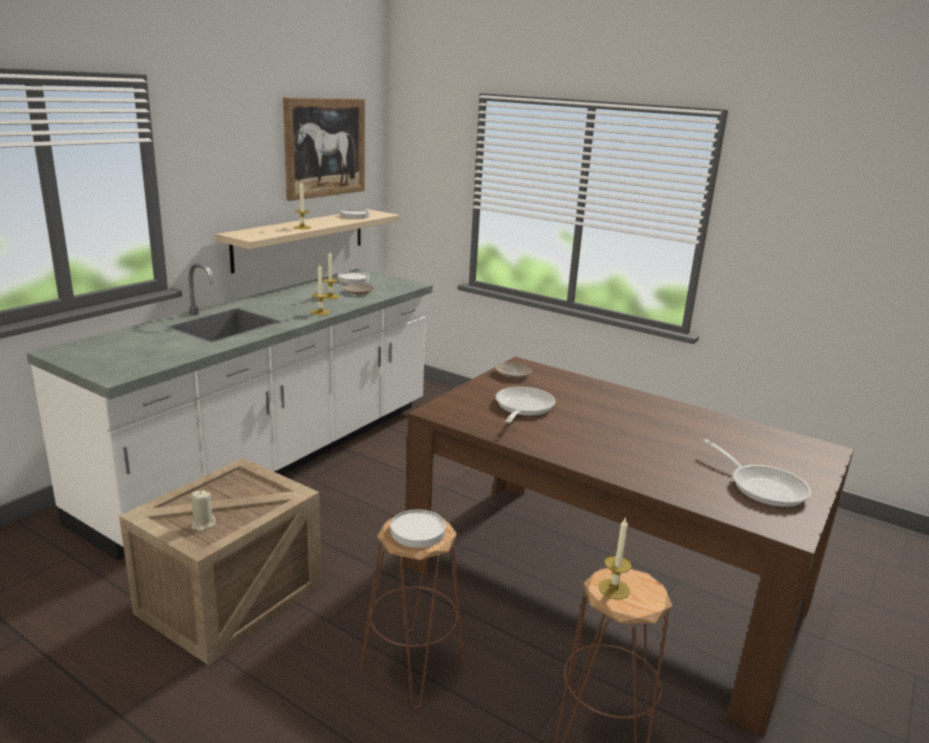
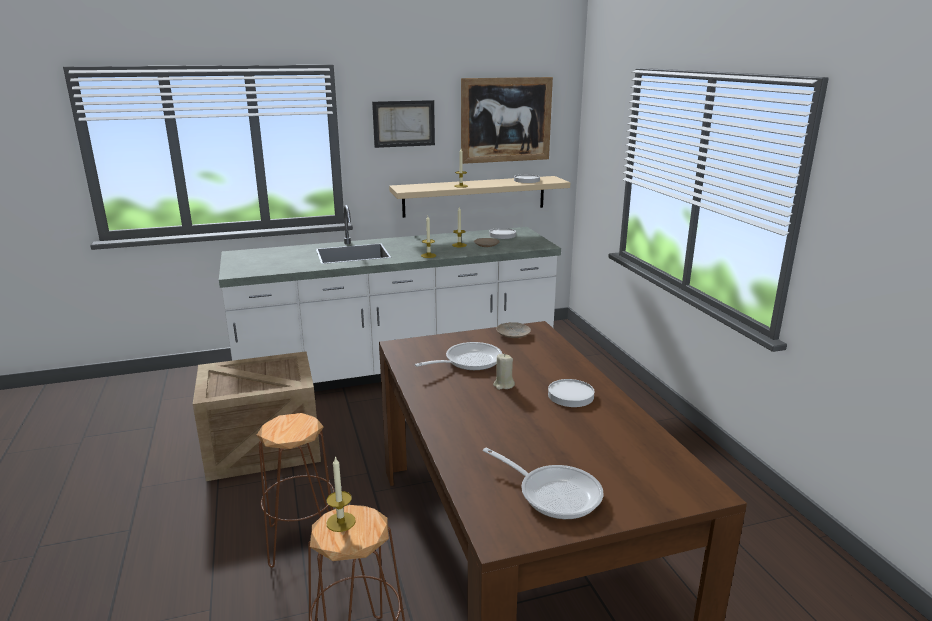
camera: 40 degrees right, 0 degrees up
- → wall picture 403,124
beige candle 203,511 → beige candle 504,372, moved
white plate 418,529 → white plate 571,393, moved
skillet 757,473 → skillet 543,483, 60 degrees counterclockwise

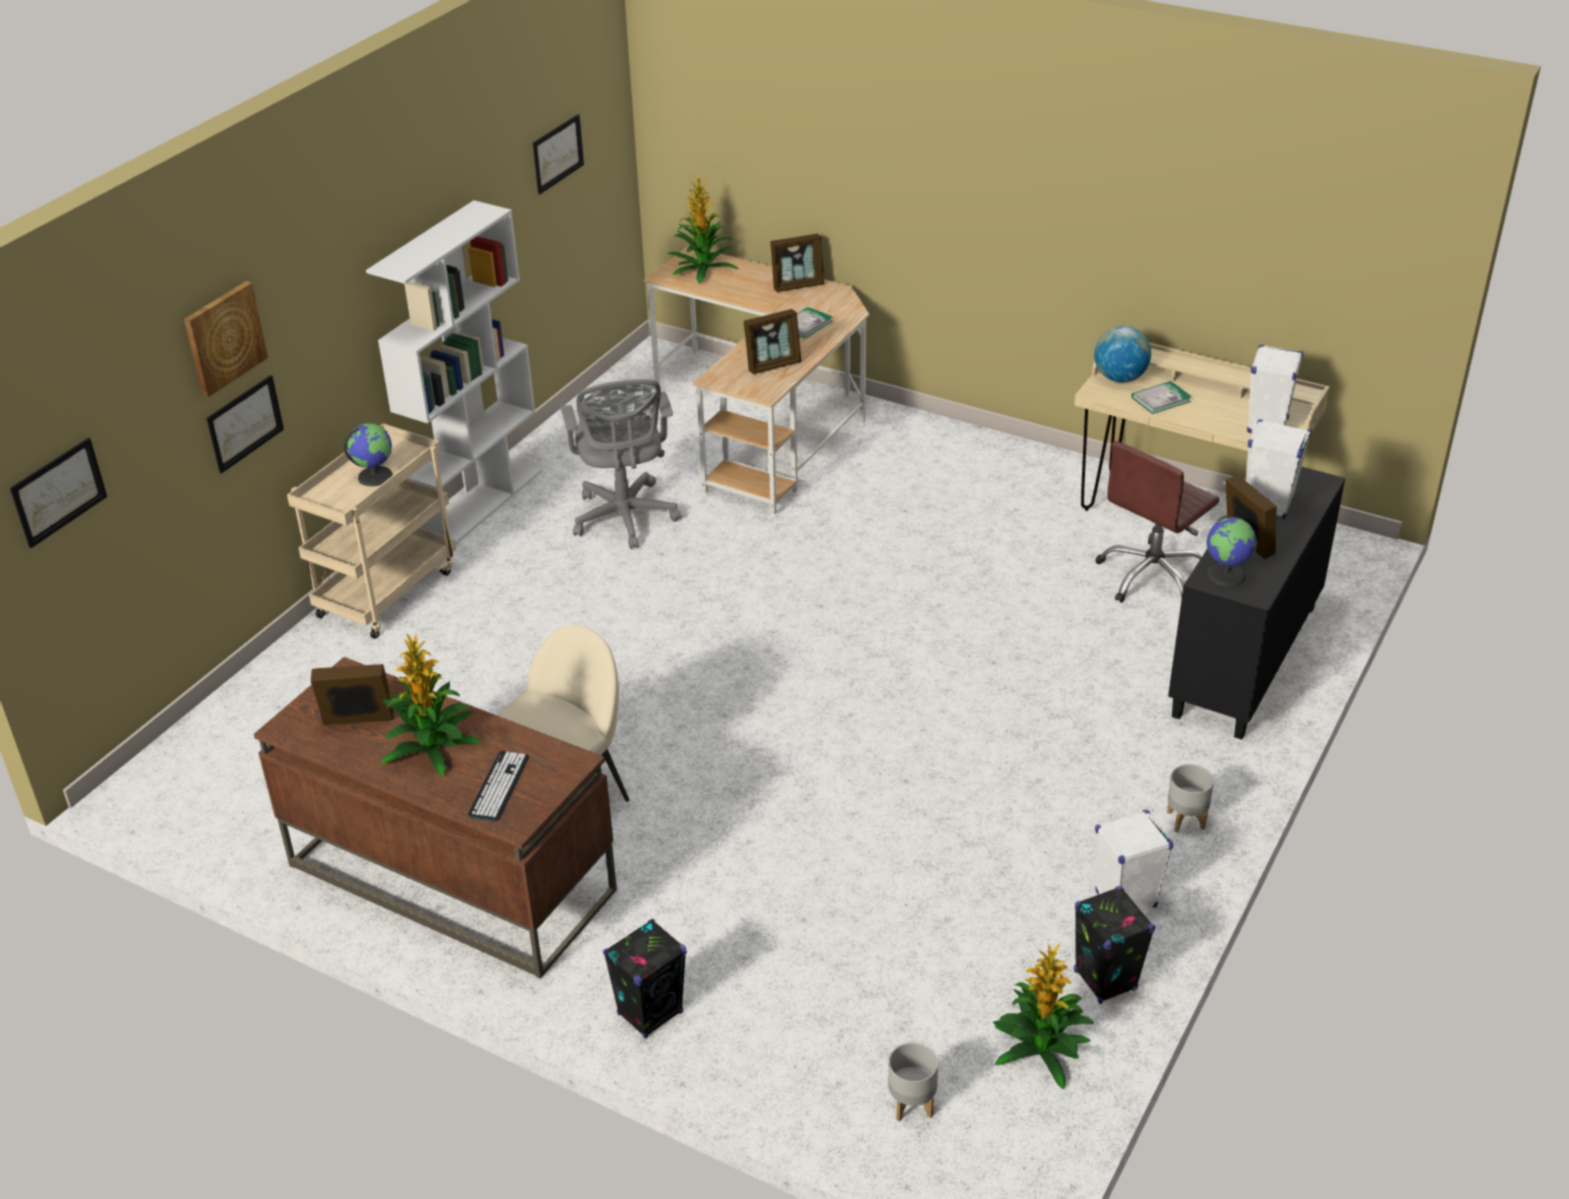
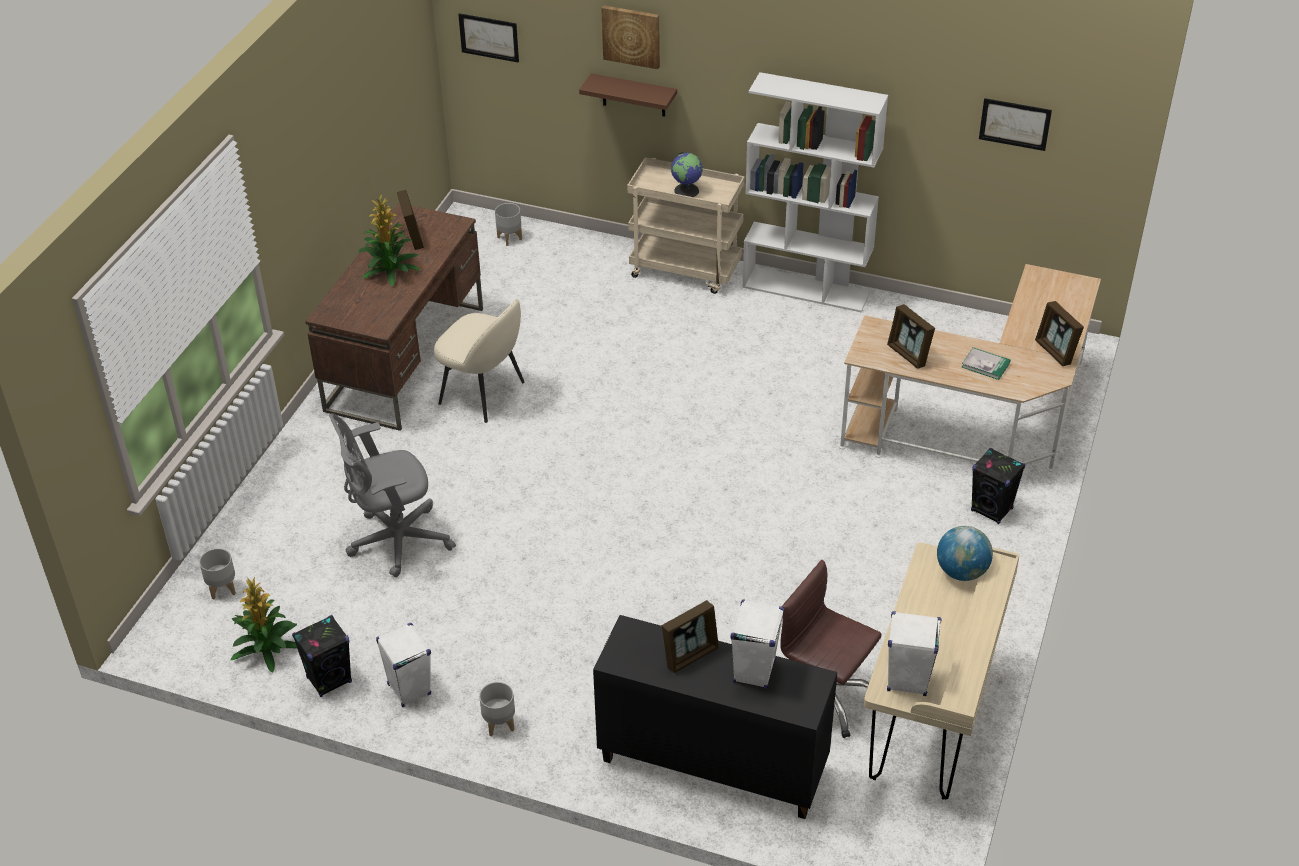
camera: 80 degrees right, 5 degrees up
PC keyboard 498,786 → -
potted plant 703,228 → -
bound book 1161,397 → -
world globe 1231,551 → -
- → greyish planter 508,224
greyish desk chair 621,464 → greyish desk chair 392,495, moved
black speaker 645,979 → black speaker 998,486, moved
wall picture 245,424 → brown-coloured shelf 628,95

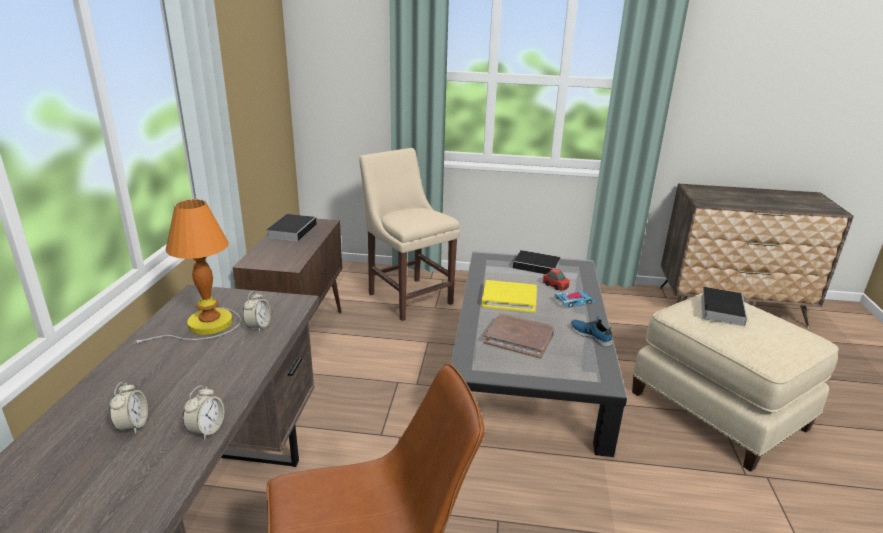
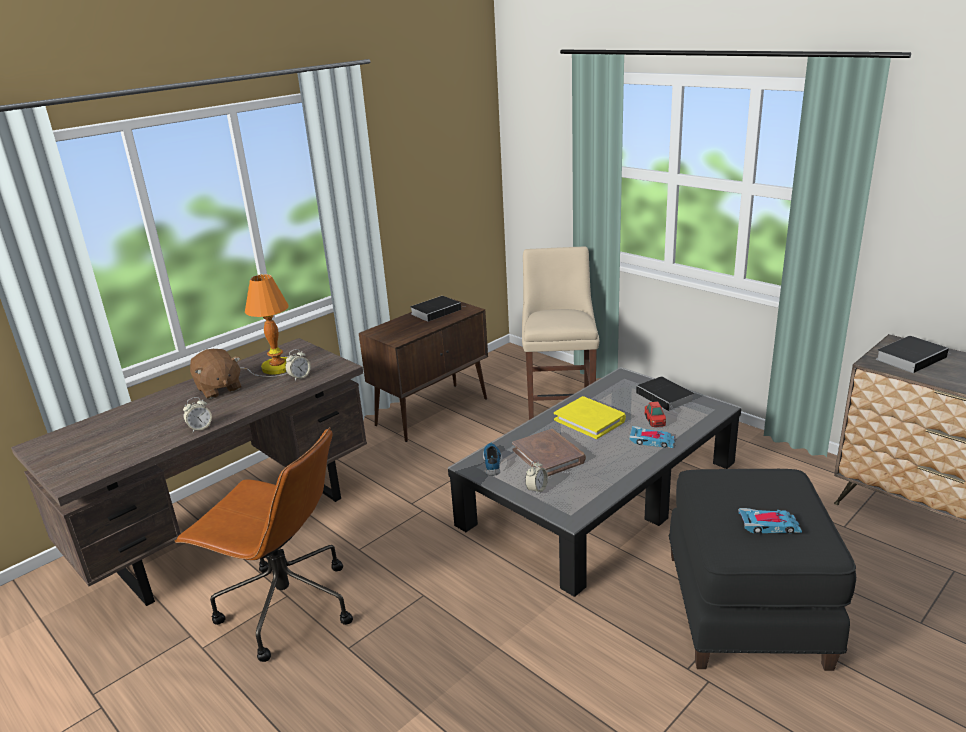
camera: 40 degrees right, 0 degrees up
- → brown-coloured cuddly toy 215,374
- → toy car 770,521
bedside clock 128,408 → bedside clock 536,477, moved
item of footwear 592,331 → item of footwear 492,459, moved
bound book 724,306 → bound book 913,354, moved
beige pouffe 735,382 → black pouffe 762,570

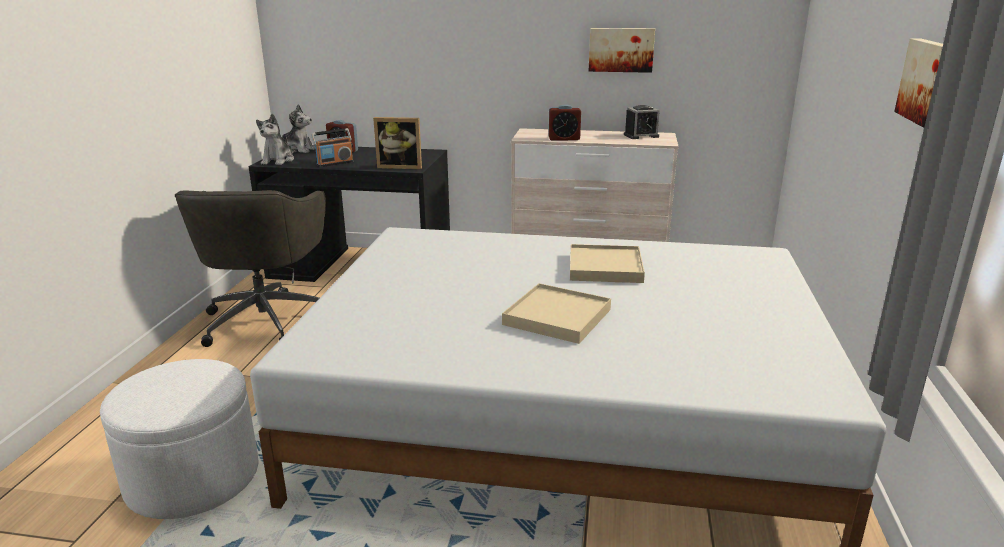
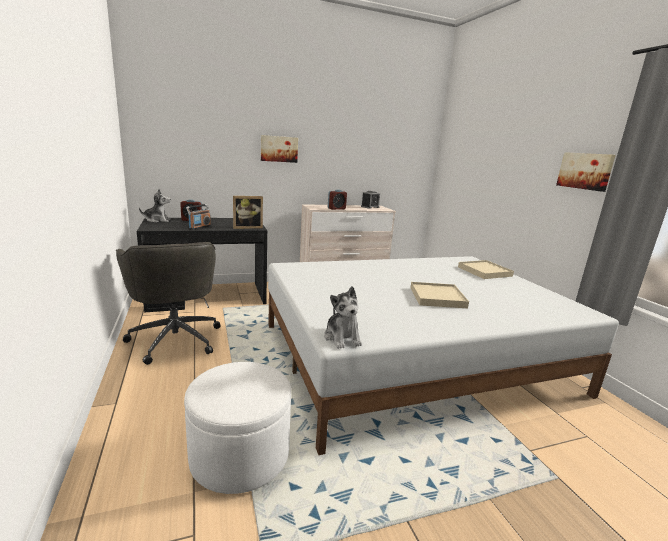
camera: 30 degrees left, 5 degrees down
cuddly toy 275,139 → cuddly toy 343,317, moved
beige carrying tray 607,263 → beige carrying tray 486,269, moved
wall picture 622,50 → wall picture 279,149, moved

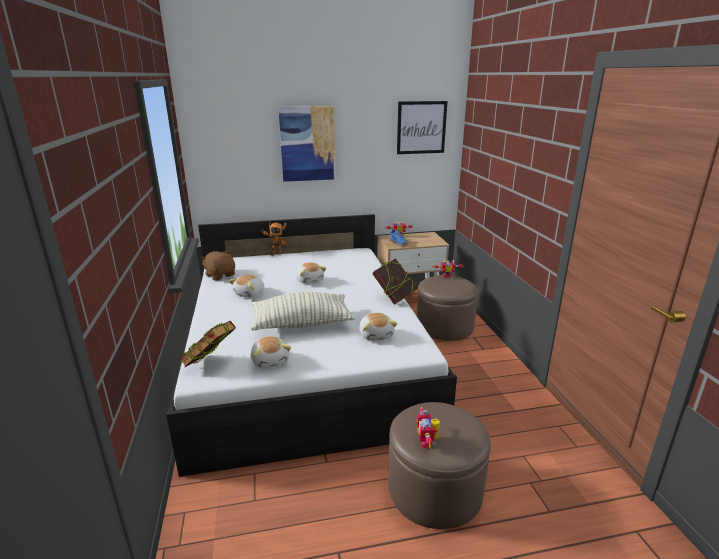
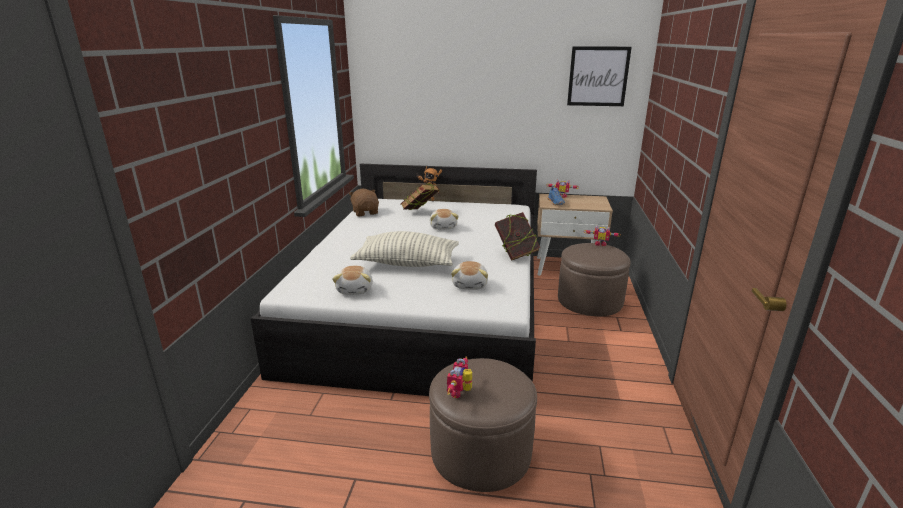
camera: 20 degrees right, 0 degrees up
cuddly toy 246,286 → -
wall picture 306,144 → -
bound book 207,344 → bound book 420,196, moved

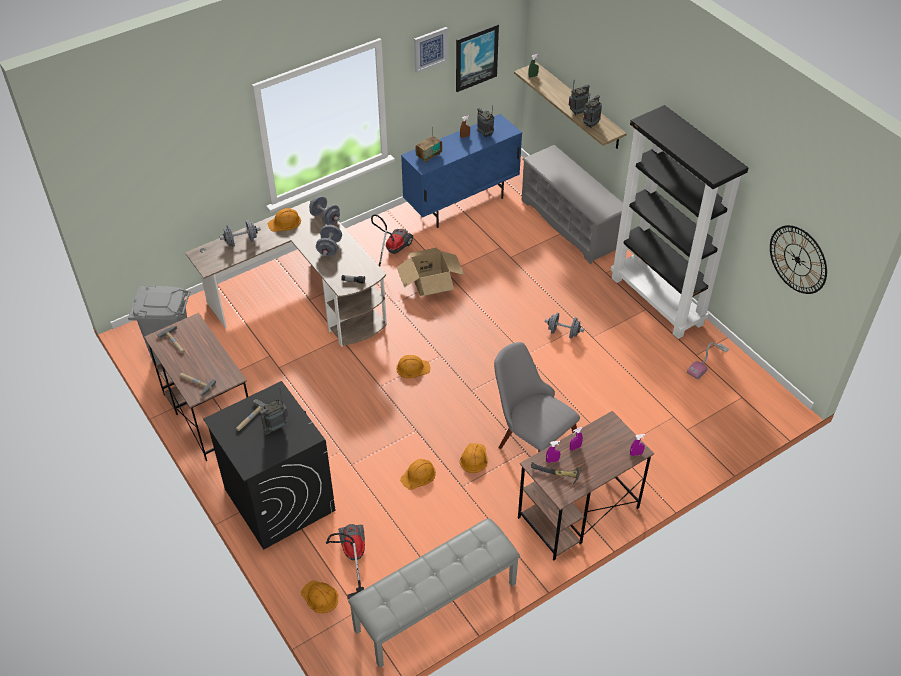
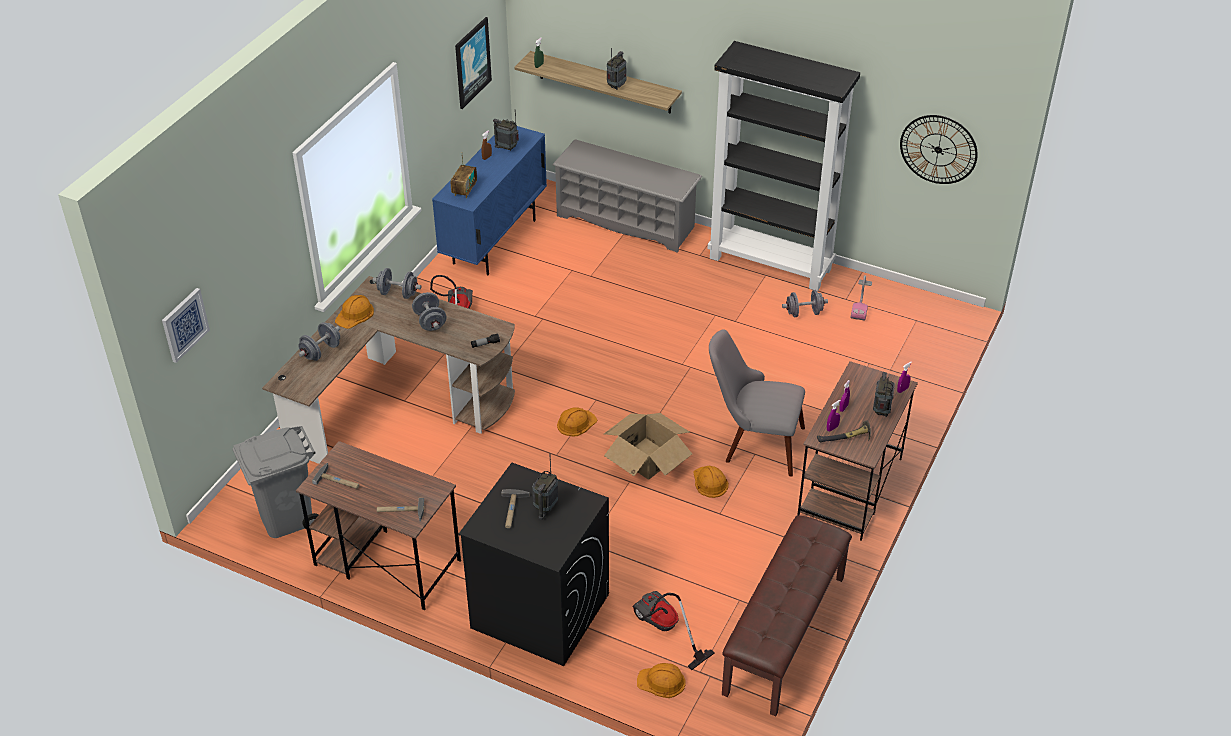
camera: 30 degrees left, 5 degrees down
orange-coloured hard hat 418,474 → -
cardboard box 430,272 → cardboard box 648,446, moved
wall picture 431,50 → wall picture 186,325, moved
greyish dumbbell 564,326 → greyish dumbbell 805,303, moved
radio 592,111 → radio 884,394, moved
greyish indoor bench 434,593 → brown-coloured indoor bench 787,615

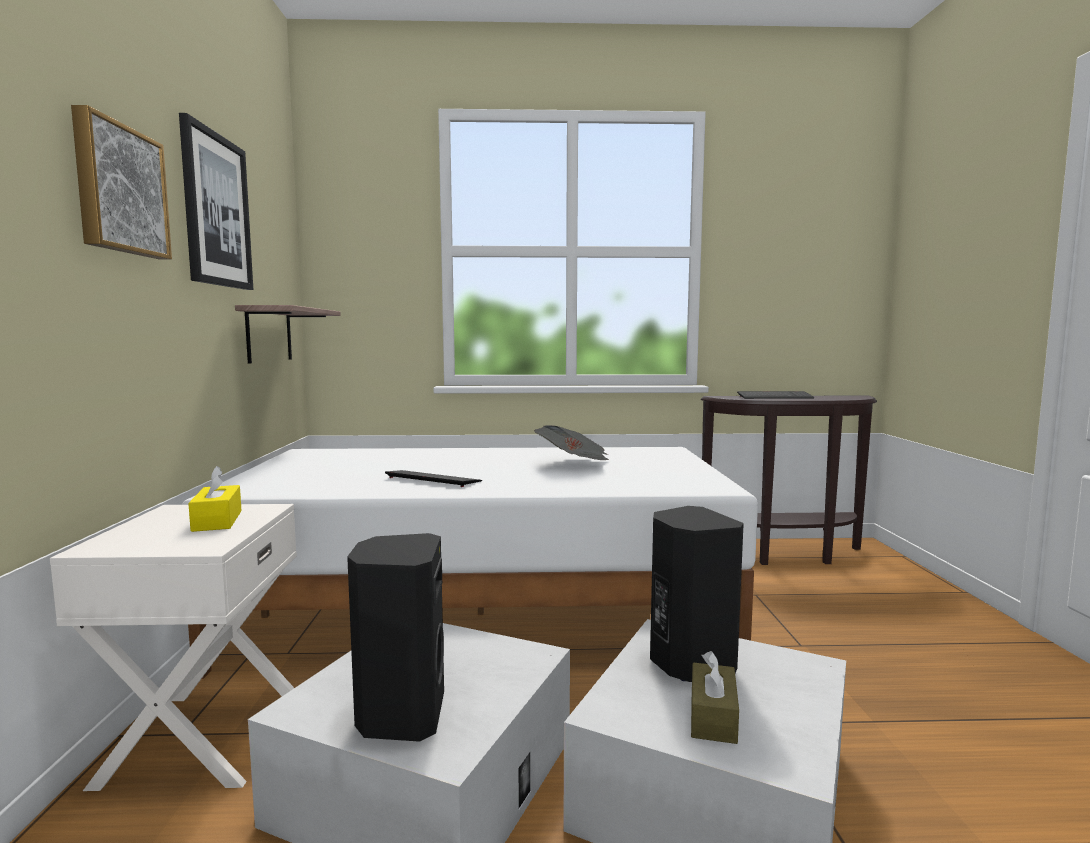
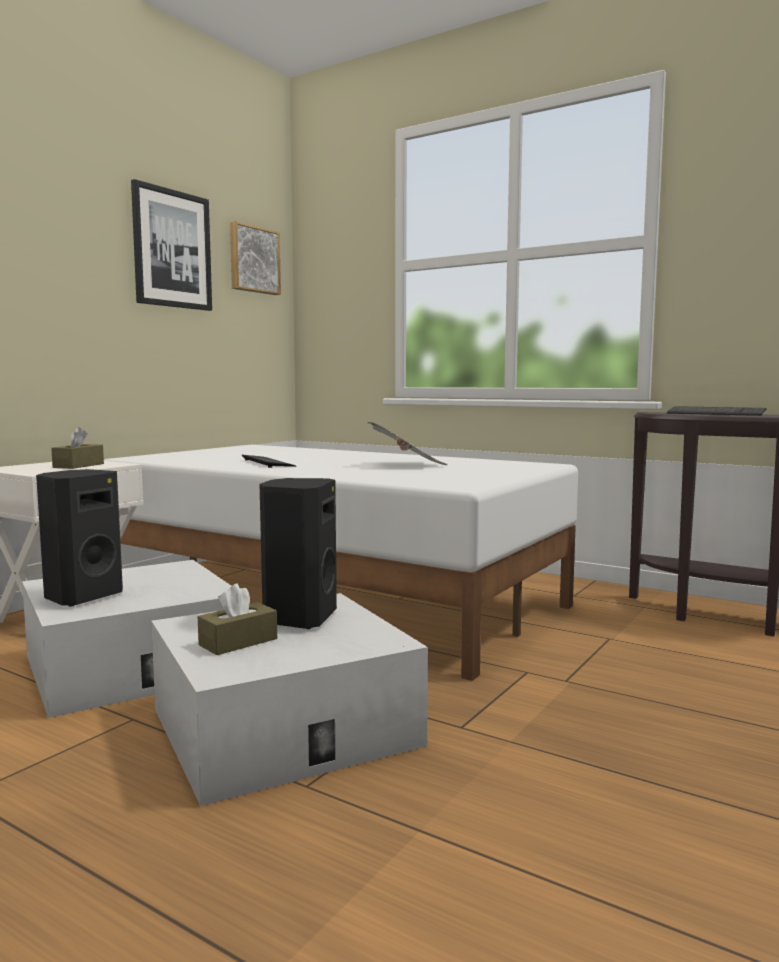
camera: 35 degrees right, 0 degrees up
shelf 288,334 → -
wall picture 121,182 → wall picture 255,258, moved
yellowish tissue box 215,499 → brown-coloured tissue box 77,448

